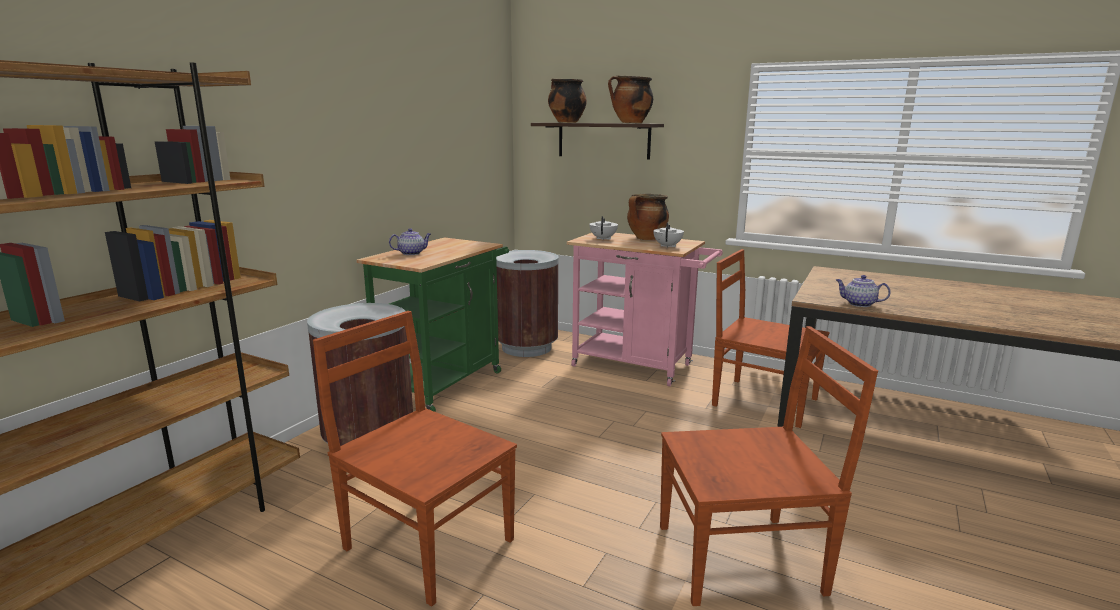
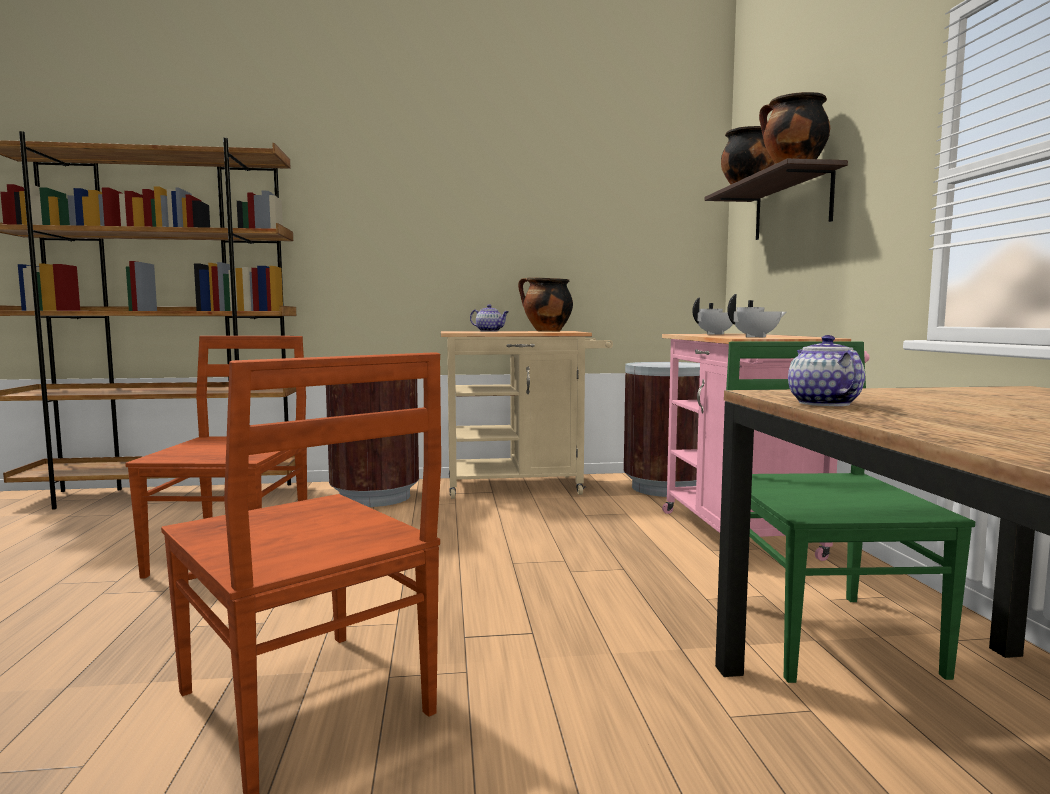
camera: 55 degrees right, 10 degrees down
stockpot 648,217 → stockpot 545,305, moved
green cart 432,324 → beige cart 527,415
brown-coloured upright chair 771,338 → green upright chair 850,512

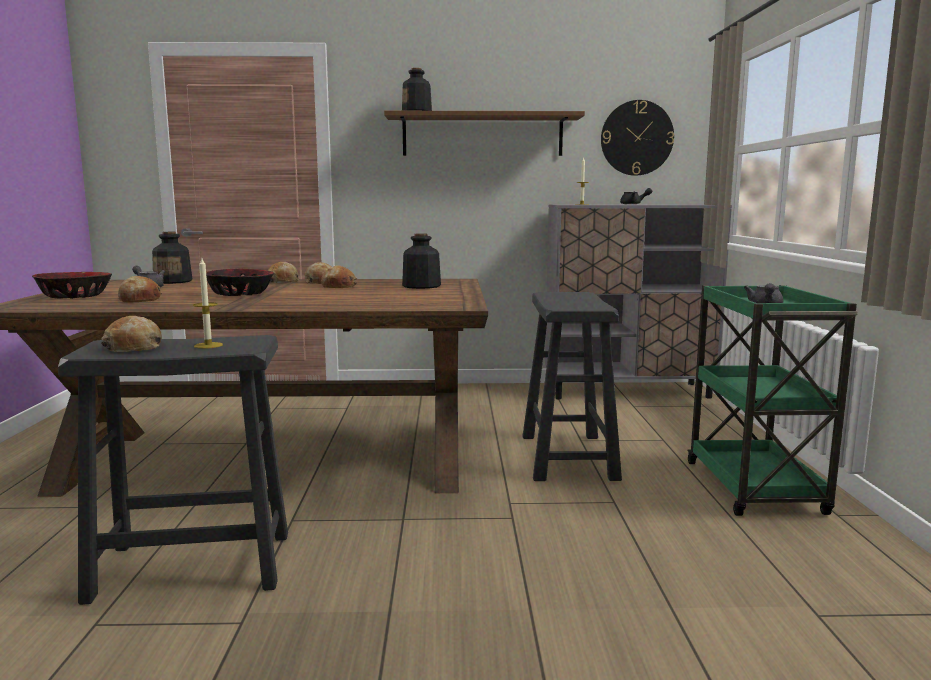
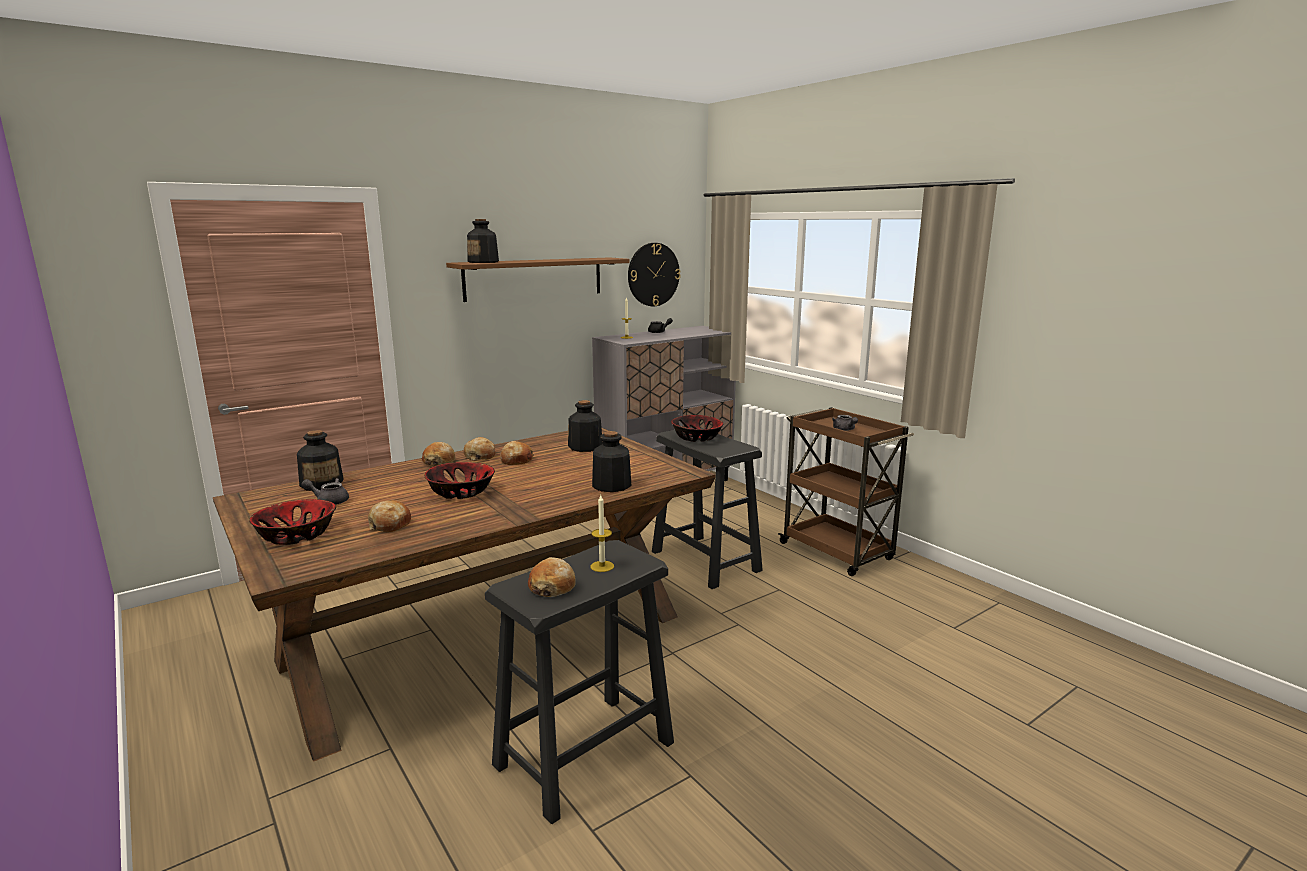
camera: 35 degrees left, 5 degrees up
- → beverage bottle 612,461
- → serving bowl 697,428
green cart 772,400 → brown-coloured cart 846,491

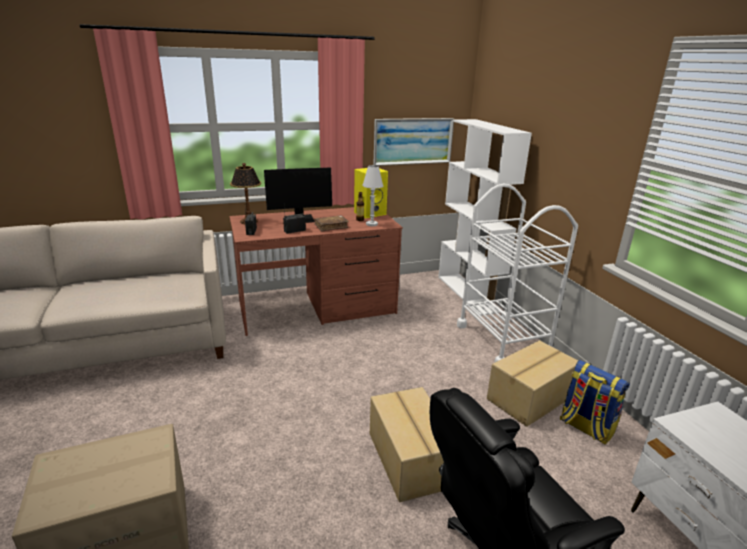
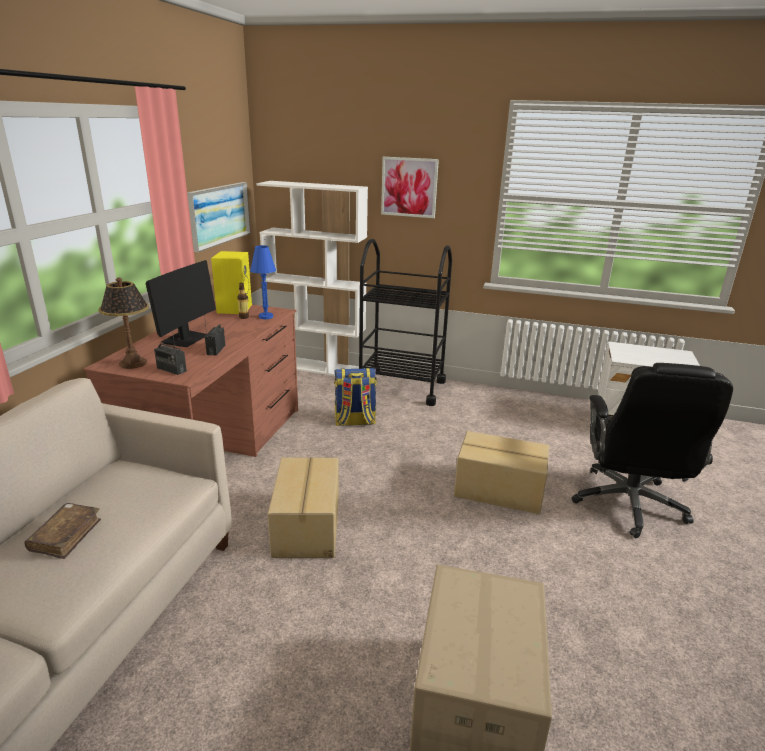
camera: 55 degrees left, 0 degrees up
- → wall picture 410,187
brown-coloured bound book 332,223 → brown-coloured bound book 62,531, moved
cardboard box 532,383 → cardboard box 303,507, moved
backpack 595,402 → backpack 355,397, moved
white tabletop lamp 372,195 → blue-coloured tabletop lamp 263,282
white cart 517,273 → black cart 405,322

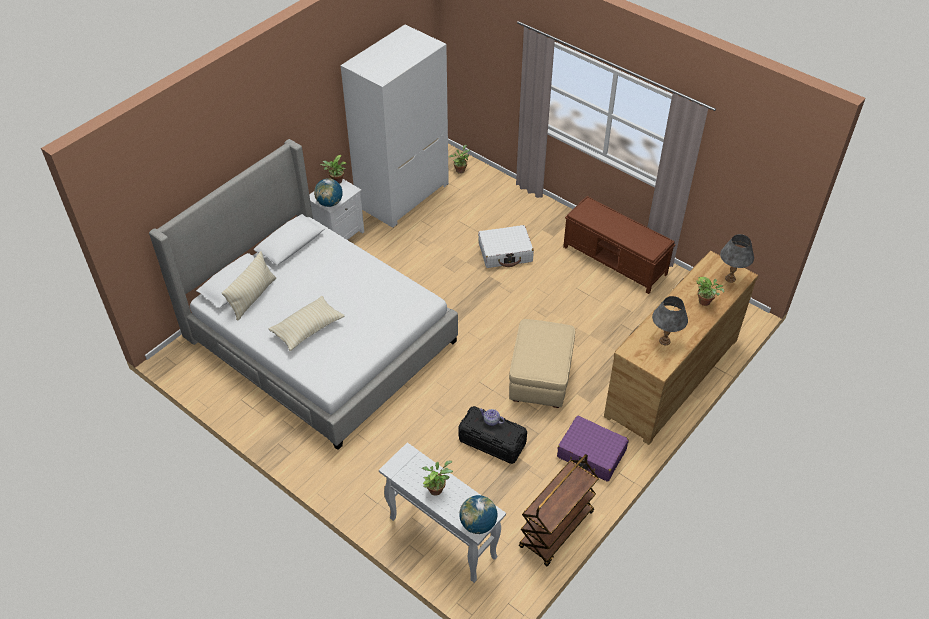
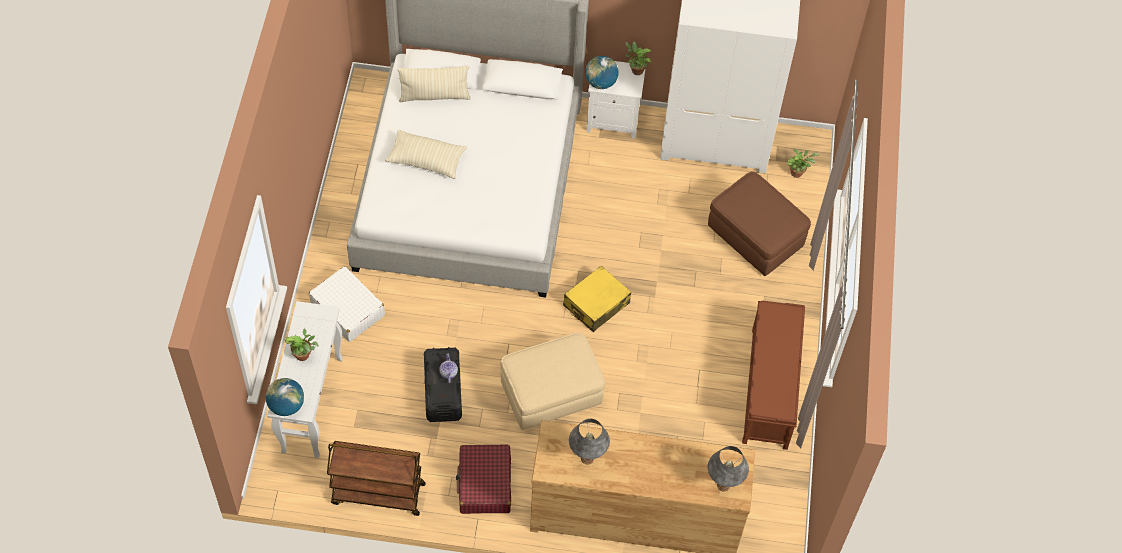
camera: 55 degrees right, 10 degrees up
potted plant 710,291 → -
- → yellowish suitcase 597,299
- → brown-coloured pouffe 759,223
white suitcase 506,246 → white suitcase 347,304, moved
purple suitcase 593,448 → red suitcase 483,479

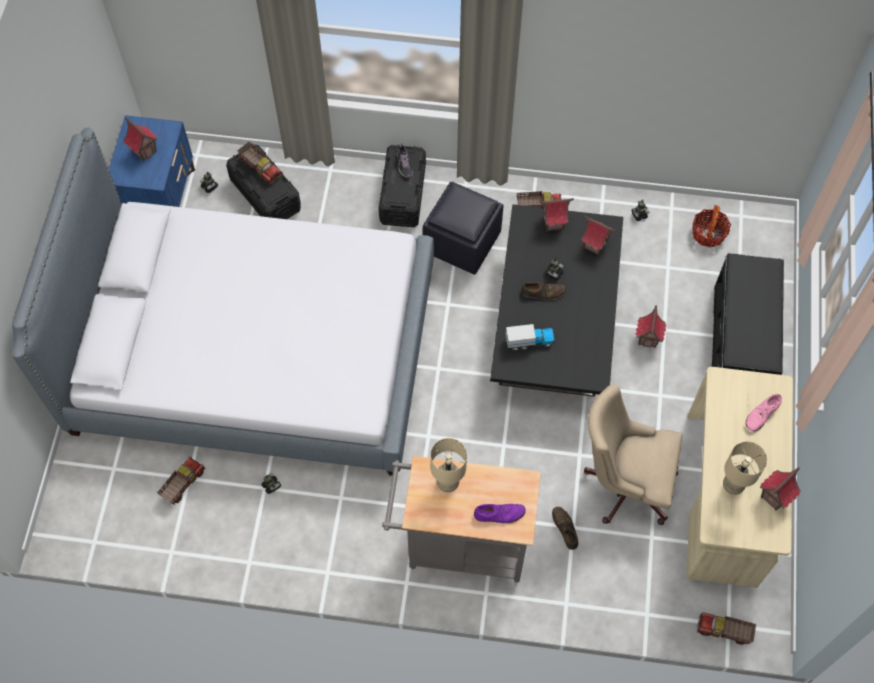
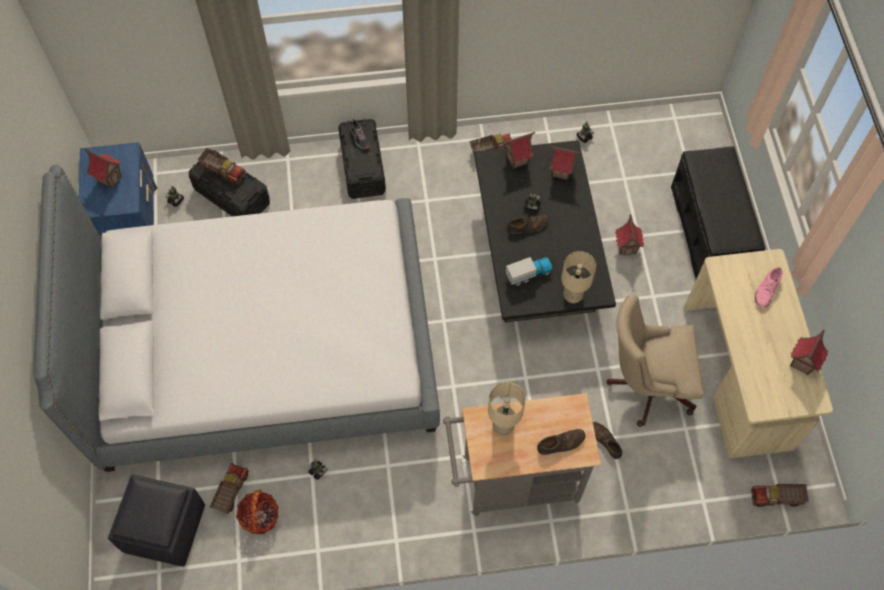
camera: 15 degrees left, 0 degrees up
black pouffe 463,228 → black pouffe 156,521, moved
storage basket 711,226 → storage basket 257,511, moved
beige tabletop lamp 745,468 → beige tabletop lamp 578,277, moved
purple item of footwear 500,513 → brown-coloured item of footwear 561,442

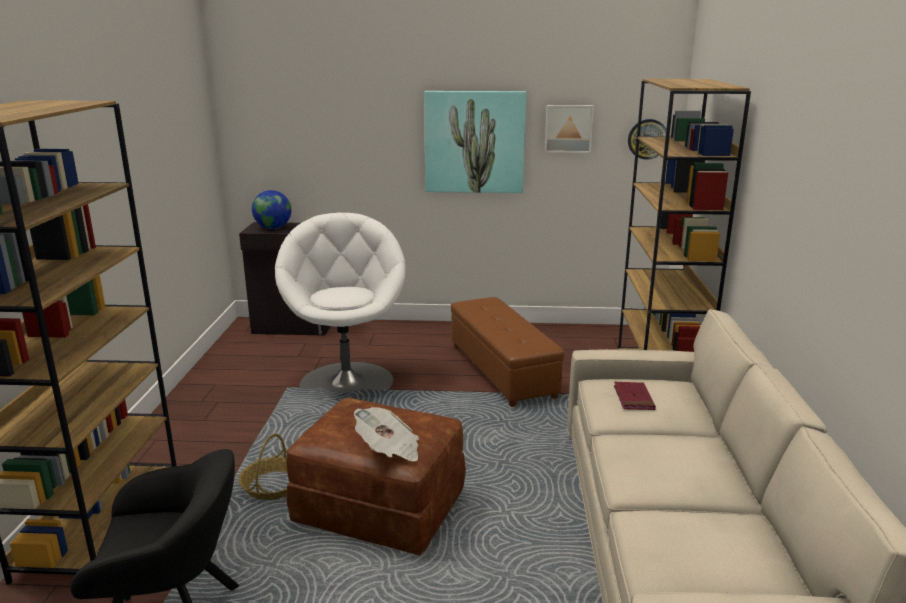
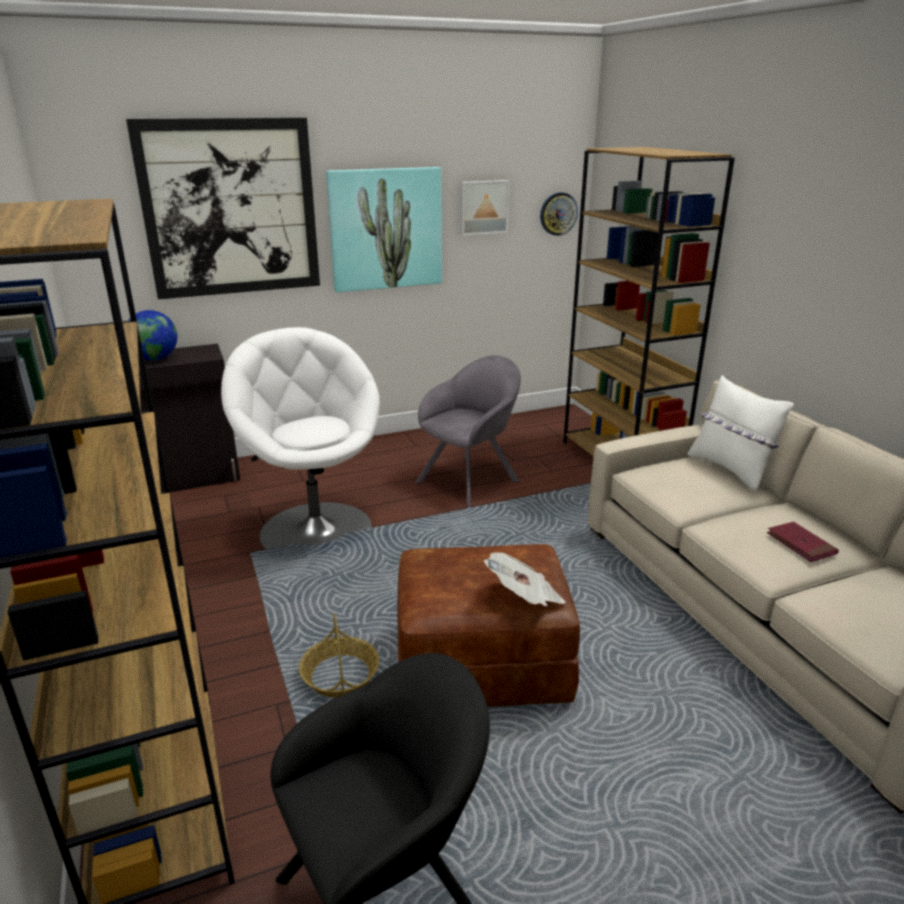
camera: 25 degrees left, 5 degrees up
- → wall picture 223,208
- → white throw pillow 740,433
red bound book 635,396 → red bound book 803,542, moved
brown-coloured pouffe 507,352 → greyish easy chair 468,431

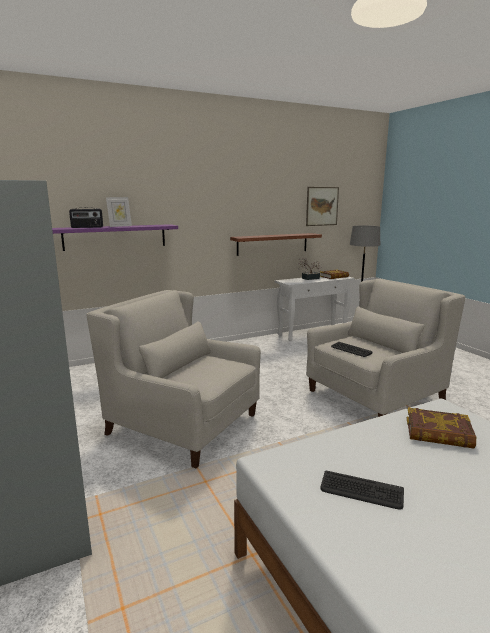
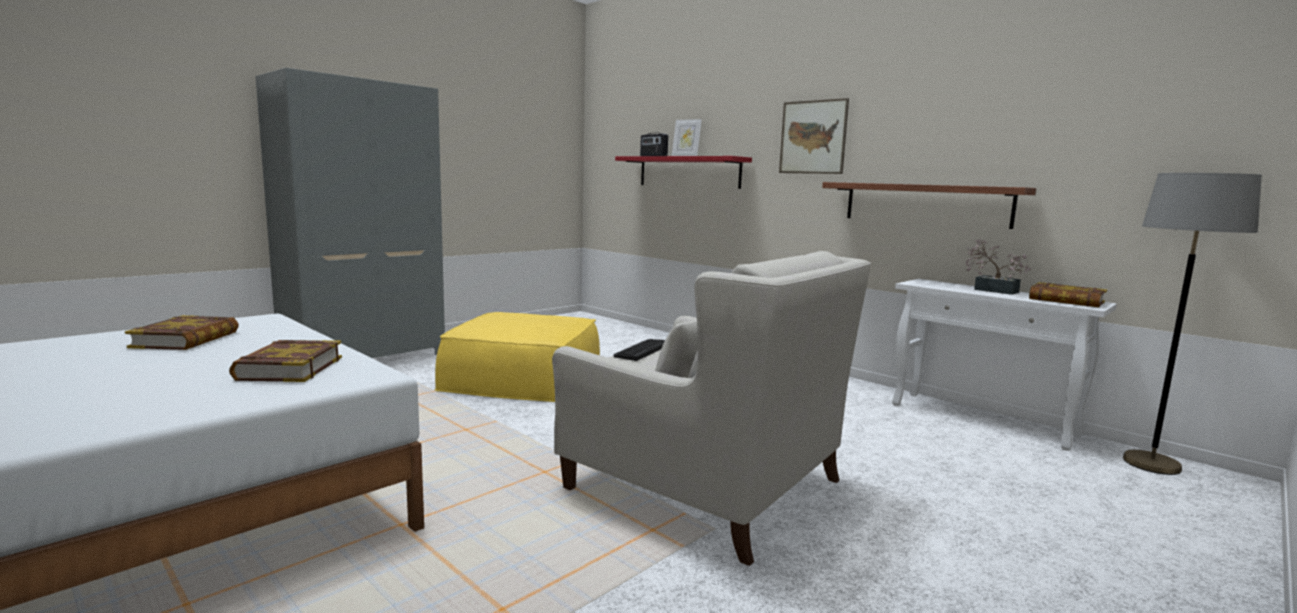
camera: 70 degrees right, 5 degrees down
wall picture 322,206 → wall picture 814,136, moved
white easy chair 174,379 → yellowish pouffe 517,357
PC keyboard 362,490 → bound book 182,332
purple shelf 115,237 → red shelf 683,172

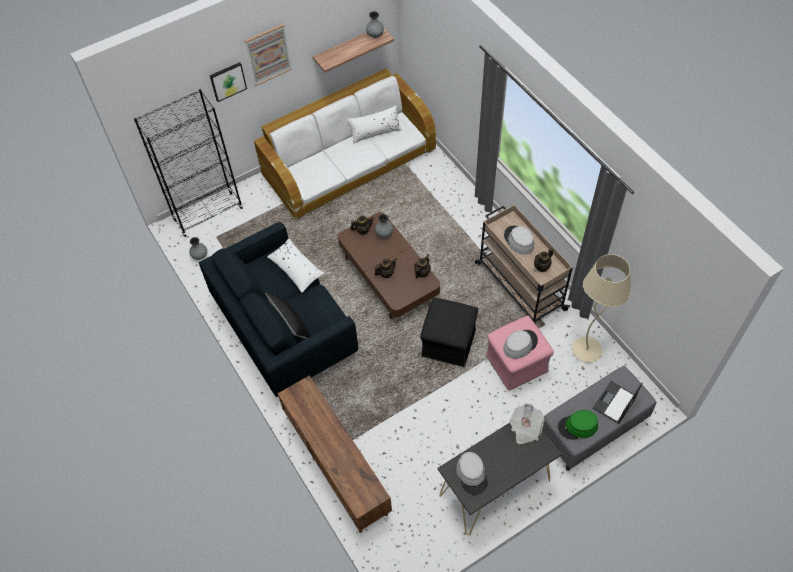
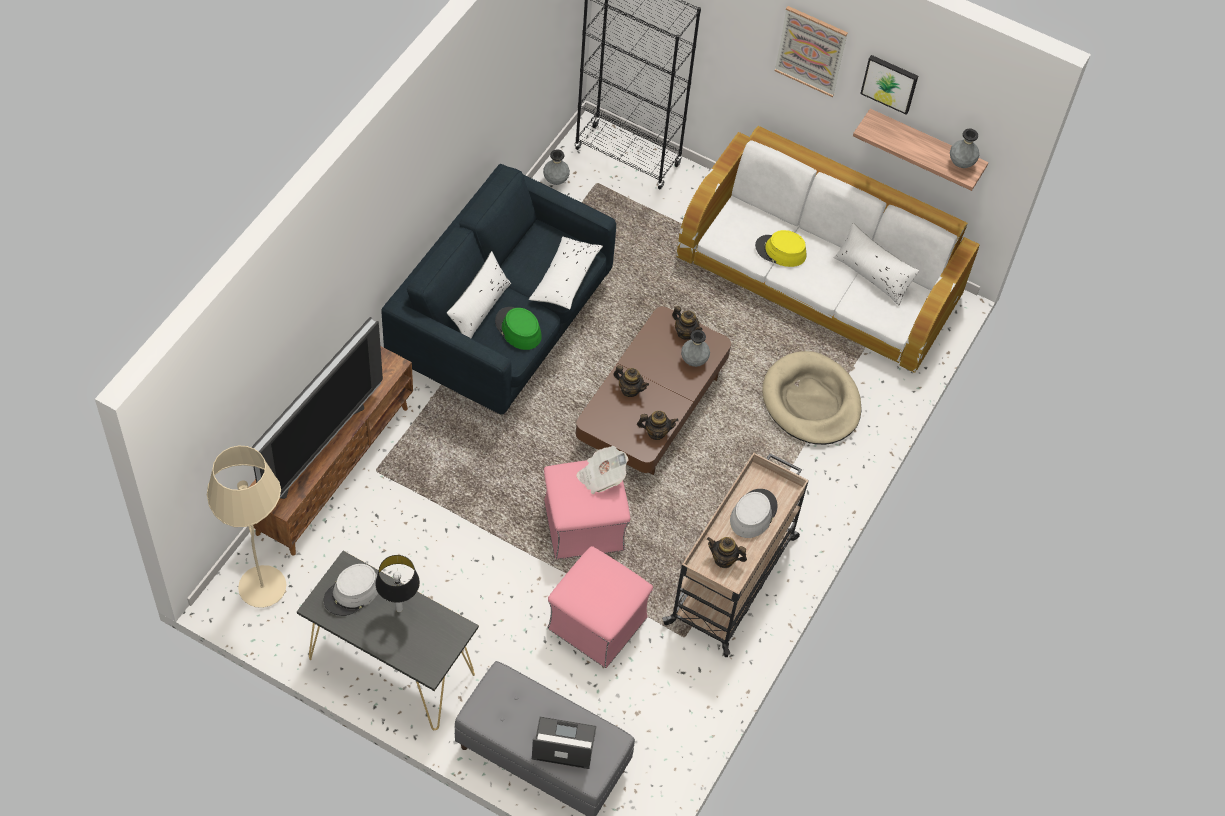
camera: 55 degrees right, 0 degrees up
greyish clothing hat 520,344 → -
- → TV set 317,408
- → tabletop lamp 397,584
- → yellowish clothing hat 780,248
- → beige pet bed 812,398
wall picture 228,82 → wall picture 889,85, moved
newspaper 527,423 → newspaper 602,470, moved
green clothing hat 578,425 → green clothing hat 518,328, moved
beige standard lamp 601,308 → beige standard lamp 247,527, moved
black throw pillow 288,315 → white throw pillow 479,294
black pouffe 449,332 → pinkish pouffe 587,509

